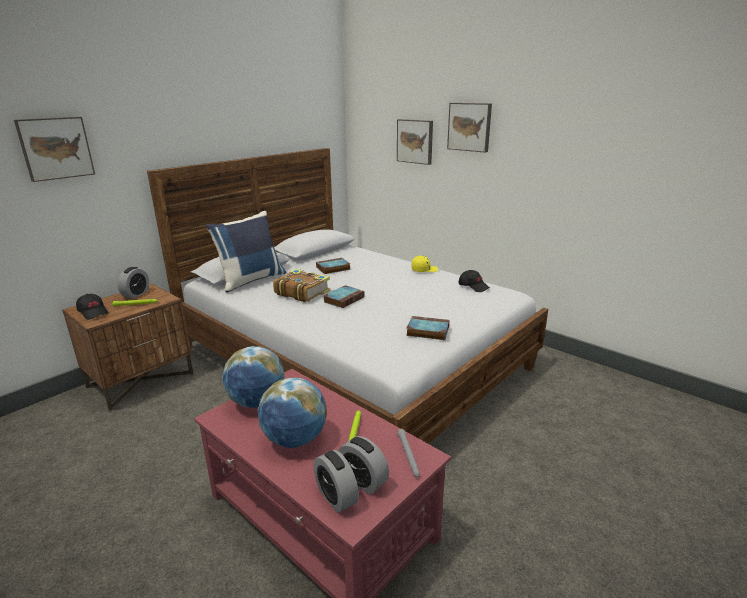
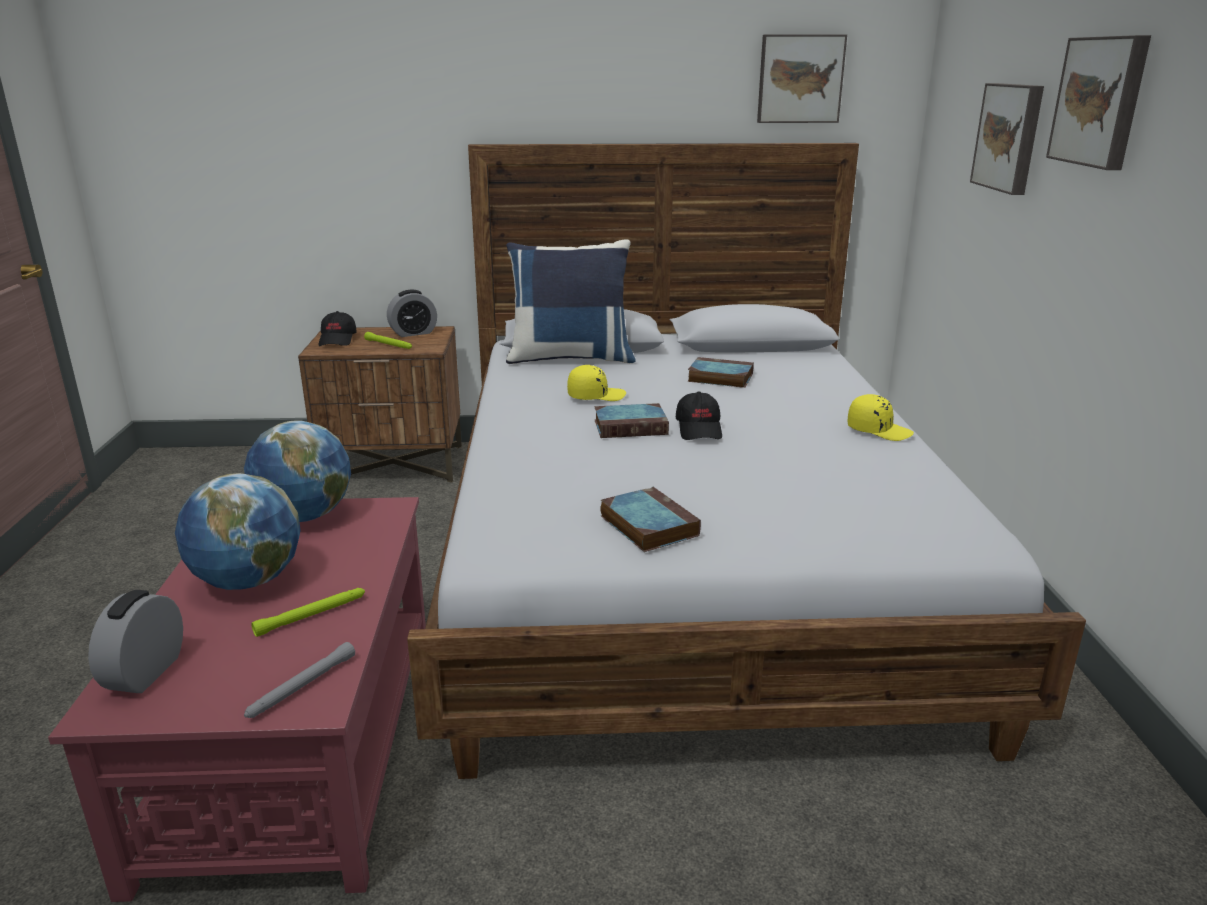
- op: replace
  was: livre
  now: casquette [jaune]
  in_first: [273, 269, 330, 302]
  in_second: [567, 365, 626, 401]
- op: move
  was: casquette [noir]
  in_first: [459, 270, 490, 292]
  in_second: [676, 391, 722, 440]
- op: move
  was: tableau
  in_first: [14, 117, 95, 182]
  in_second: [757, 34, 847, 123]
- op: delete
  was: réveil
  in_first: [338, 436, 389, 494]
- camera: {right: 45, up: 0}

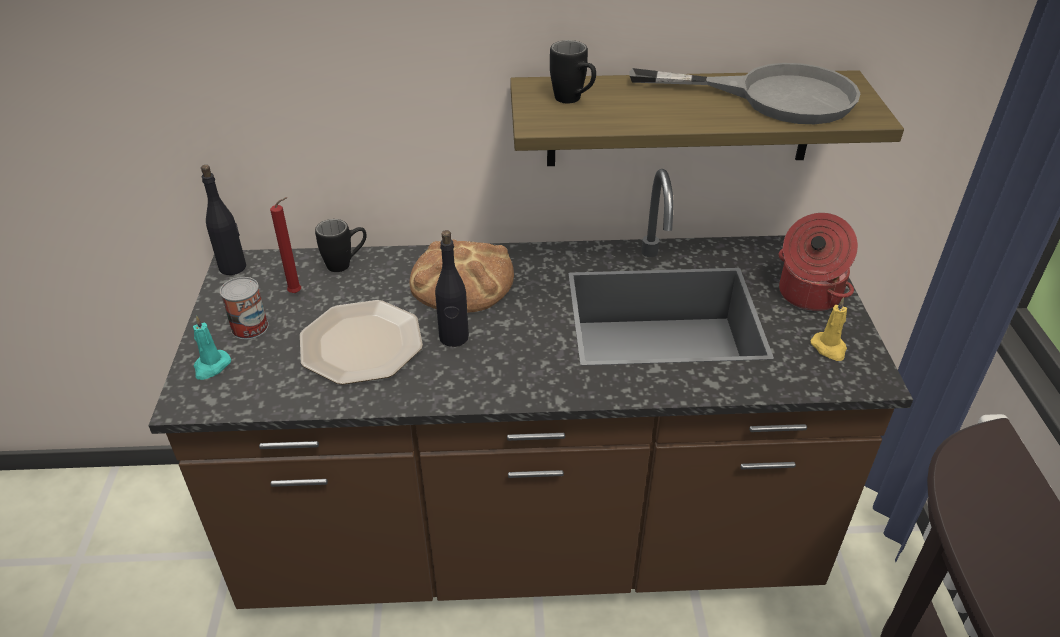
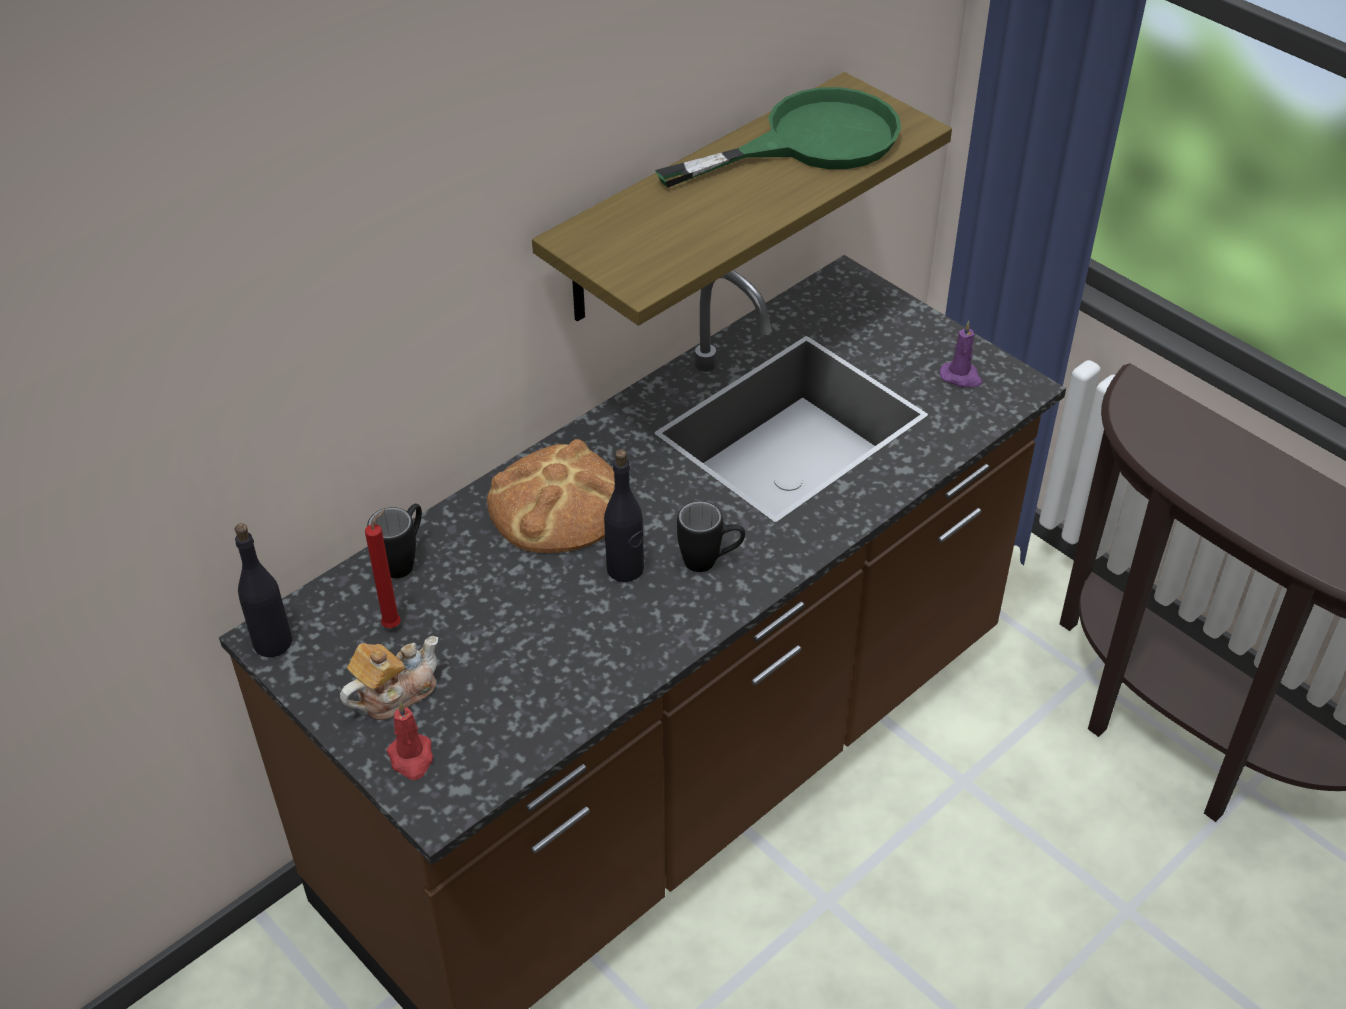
- op: replace
  was: boîte métallique
  now: théière
  in_first: [220, 277, 269, 340]
  in_second: [340, 636, 438, 720]
- op: recolor
  was: bougie [turquoise]
  now: bougie [rouge]
  in_first: [193, 315, 231, 380]
  in_second: [387, 702, 433, 780]
- op: recolor
  was: poêle [gris]
  now: poêle [vert]
  in_first: [629, 63, 861, 124]
  in_second: [655, 87, 901, 188]
- op: move
  was: mug [noir]
  in_first: [550, 40, 596, 104]
  in_second: [677, 501, 745, 572]
- op: recolor
  was: bougie [jaune]
  now: bougie [violet]
  in_first: [811, 297, 847, 361]
  in_second: [939, 321, 983, 388]
- op: delete
  was: assiette
  in_first: [300, 300, 423, 385]
- op: delete
  was: marmite
  in_first: [778, 213, 858, 311]
- camera: {right: -40, up: 5}

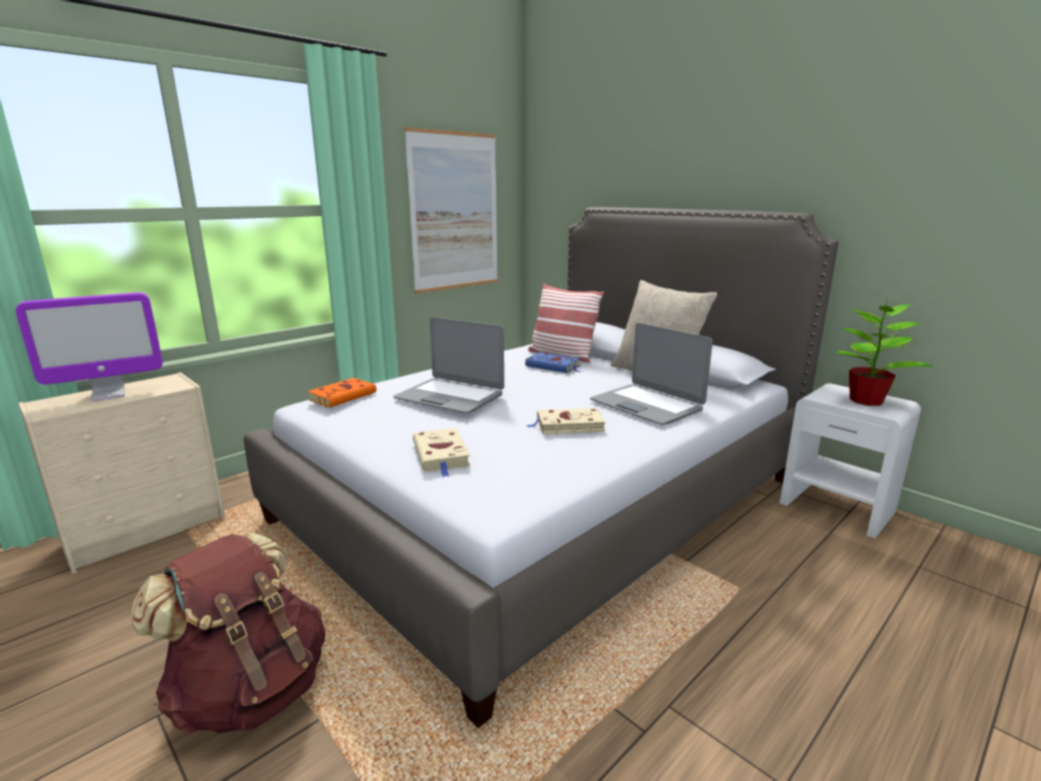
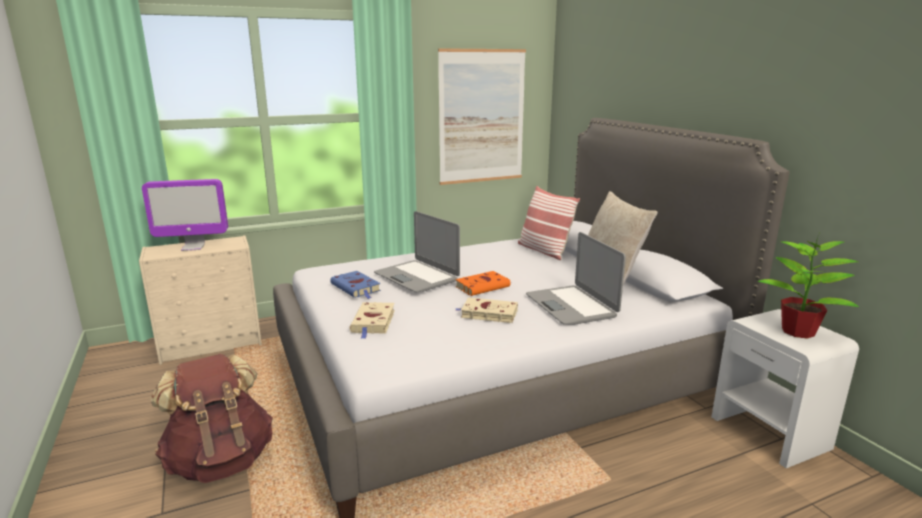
- op: move
  was: livre [bleu]
  in_first: [525, 352, 582, 373]
  in_second: [330, 271, 381, 299]
- op: move
  was: livre [orange]
  in_first: [307, 378, 376, 408]
  in_second: [455, 271, 511, 296]
- camera: {right: 20, up: 0}

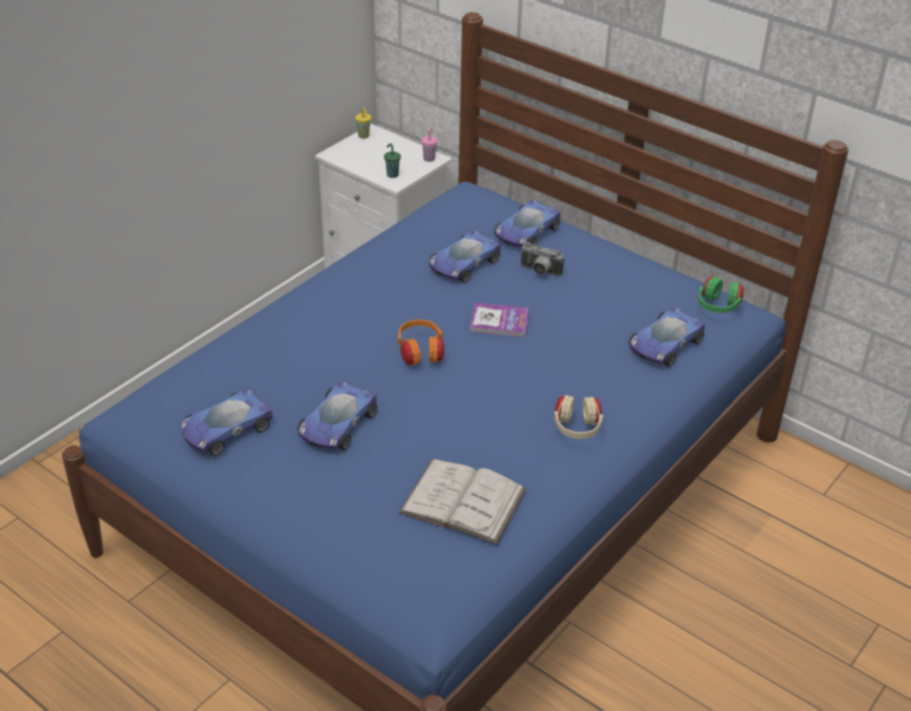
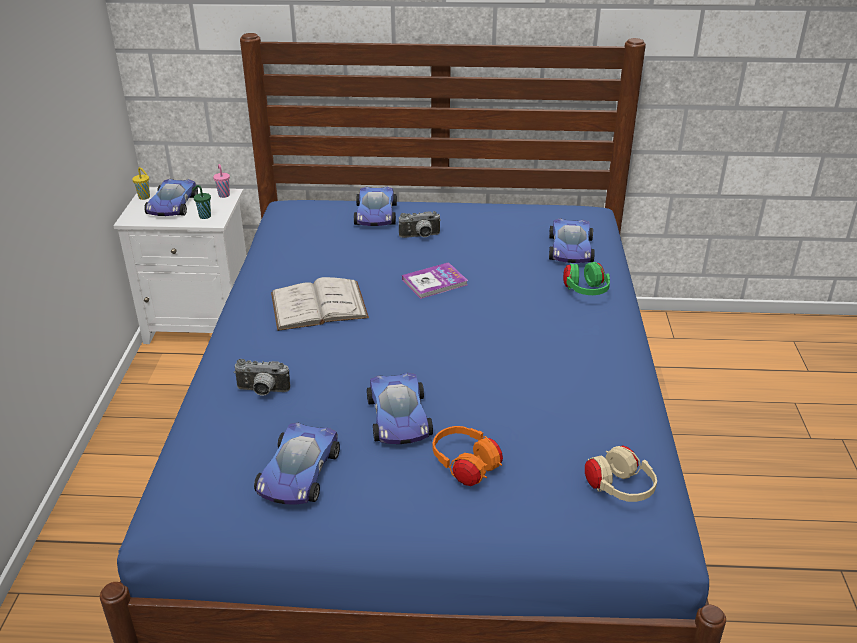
- op: move
  was: petite voiture
  in_first: [429, 231, 501, 283]
  in_second: [144, 179, 198, 216]
- op: insert
  now: appareil photo
  in_second: [234, 359, 290, 396]
- op: move
  was: livre [blanc]
  in_first: [399, 459, 526, 544]
  in_second: [271, 277, 369, 331]
- op: move
  was: casque audio [orange]
  in_first: [398, 320, 444, 365]
  in_second: [432, 426, 503, 486]
- op: move
  was: casque audio [vert]
  in_first: [698, 276, 744, 313]
  in_second: [563, 262, 610, 295]
- op: move
  was: casque audio [beige]
  in_first: [554, 395, 603, 439]
  in_second: [585, 446, 657, 502]
- camera: {right: -35, up: -5}

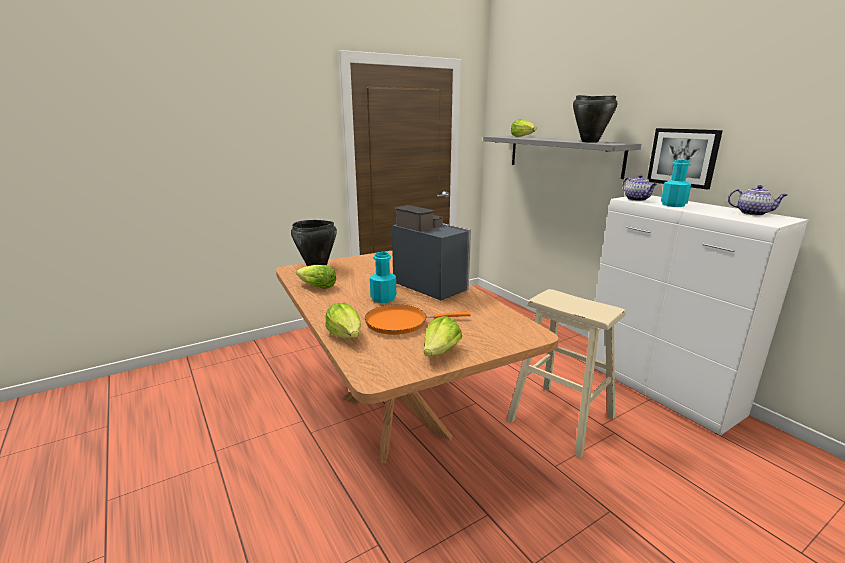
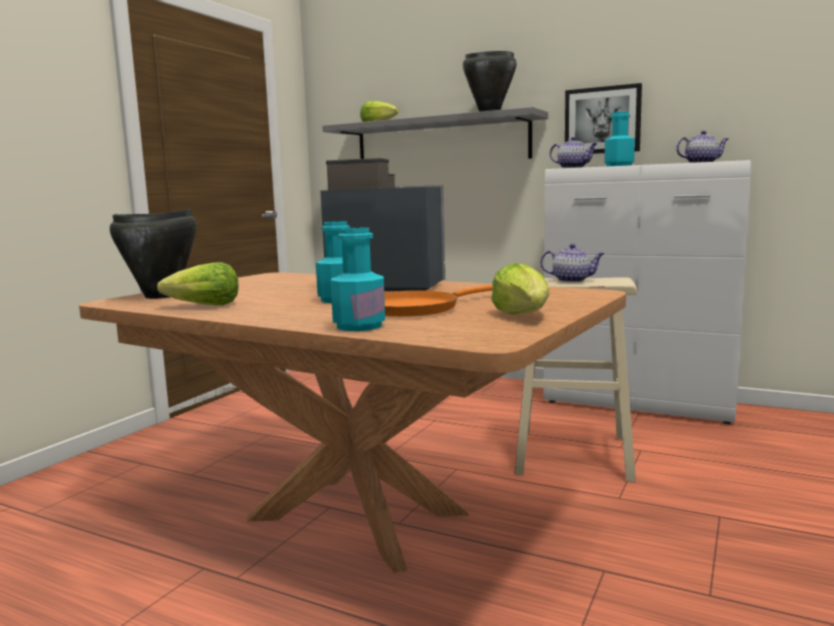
- op: replace
  was: laitue
  now: bouteille [turquoise]
  in_first: [325, 303, 361, 339]
  in_second: [331, 228, 385, 331]
- op: insert
  now: théière
  in_second: [540, 244, 604, 282]
- camera: {right: -30, up: -10}

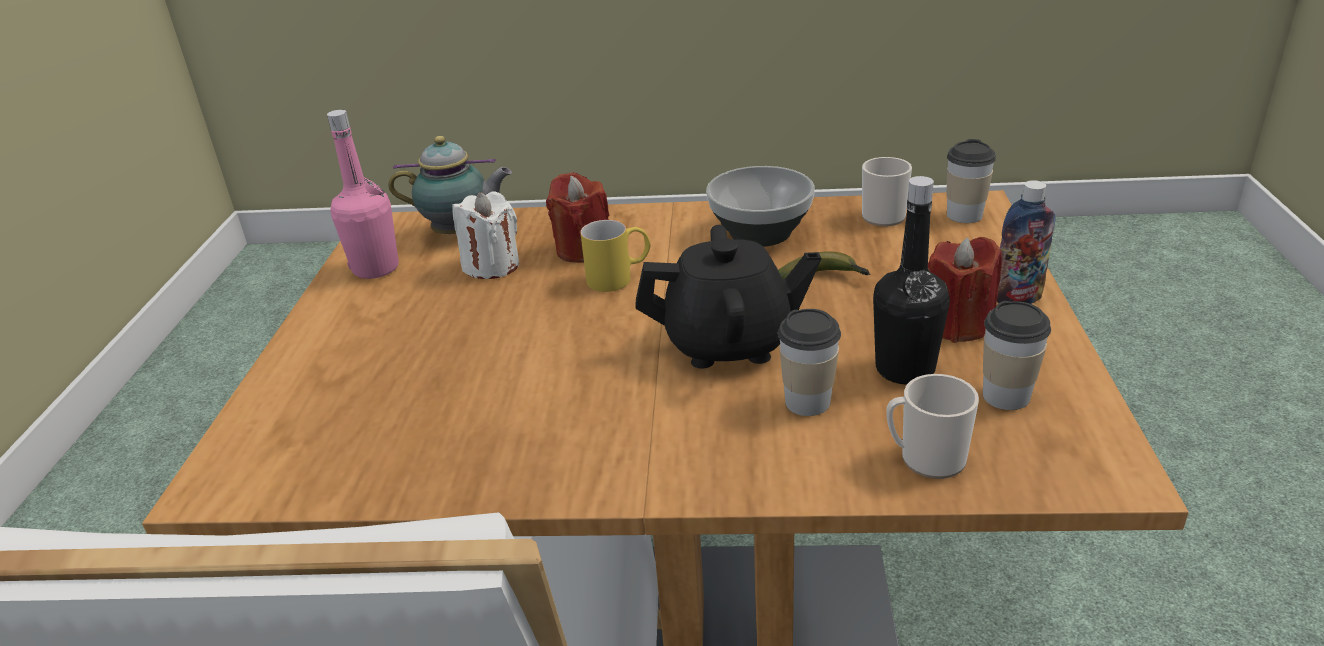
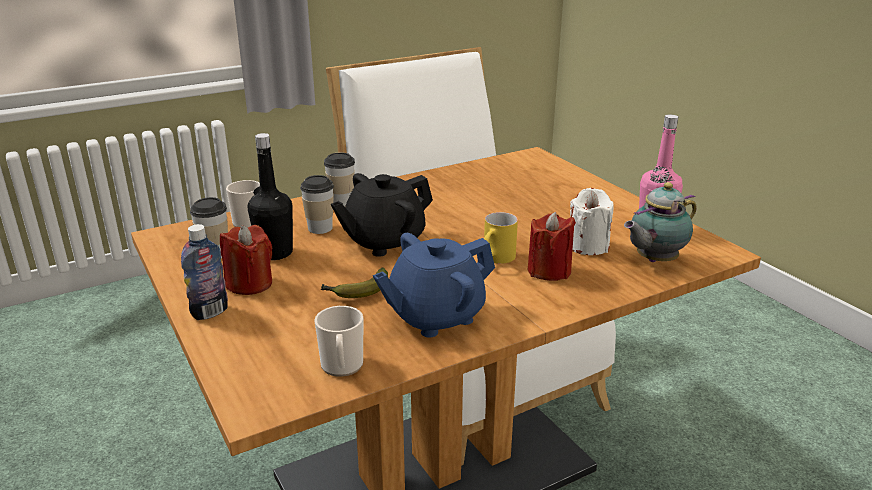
- op: move
  was: tasse
  in_first: [946, 139, 996, 223]
  in_second: [324, 153, 355, 207]
- op: replace
  was: bol
  now: théière [bleu]
  in_first: [706, 166, 815, 247]
  in_second: [373, 233, 495, 337]
- camera: {right: 145, up: -5}

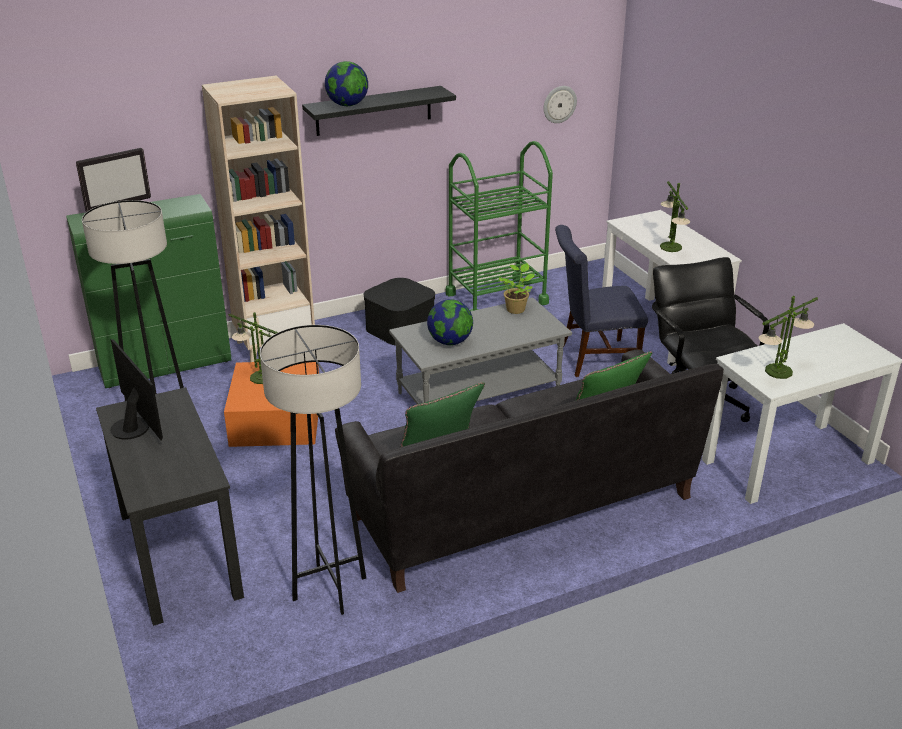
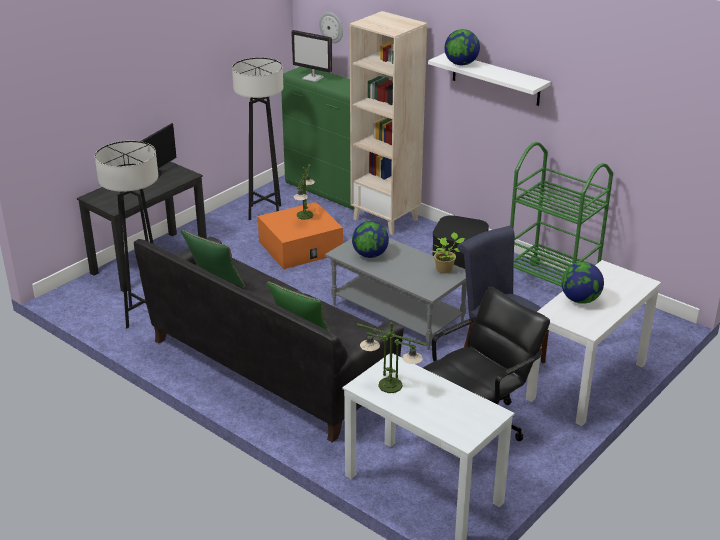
- op: move
  was: horloge murale
  in_first: [544, 86, 577, 123]
  in_second: [319, 12, 343, 43]
- op: recolor
  was: étagère [noir]
  now: étagère [blanc]
  in_first: [302, 86, 456, 136]
  in_second: [428, 53, 551, 106]
- op: replace
  was: lampe de table
  now: globe
  in_first: [660, 181, 690, 252]
  in_second: [561, 262, 604, 304]
- camera: {right: 65, up: 0}

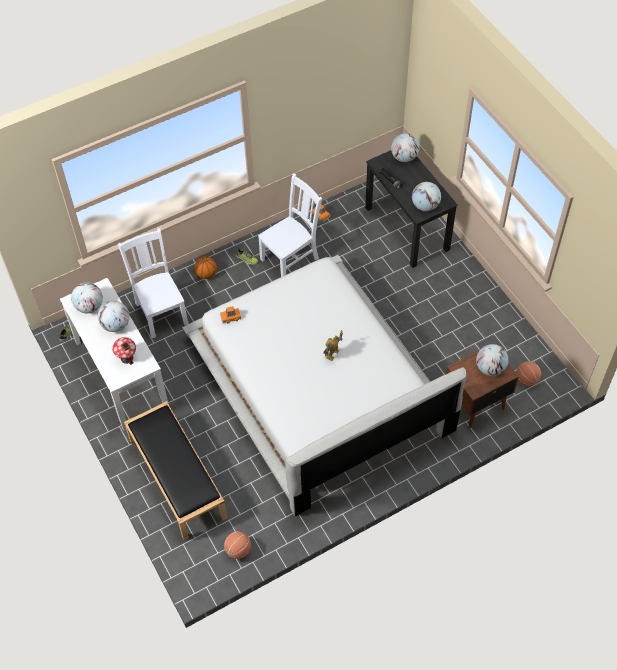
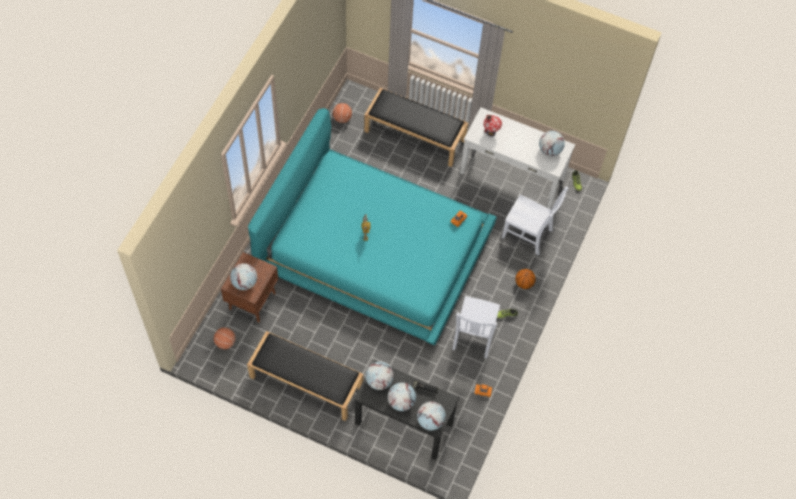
- op: insert
  now: banc [noir]
  in_second: [247, 331, 363, 421]
- op: recolor
  was: lit [blanc]
  now: lit [turquoise]
  in_first: [182, 254, 466, 516]
  in_second: [248, 108, 497, 346]
- op: move
  was: globe
  in_first: [98, 301, 130, 332]
  in_second: [388, 382, 416, 411]
- camera: {right: 140, up: 5}

